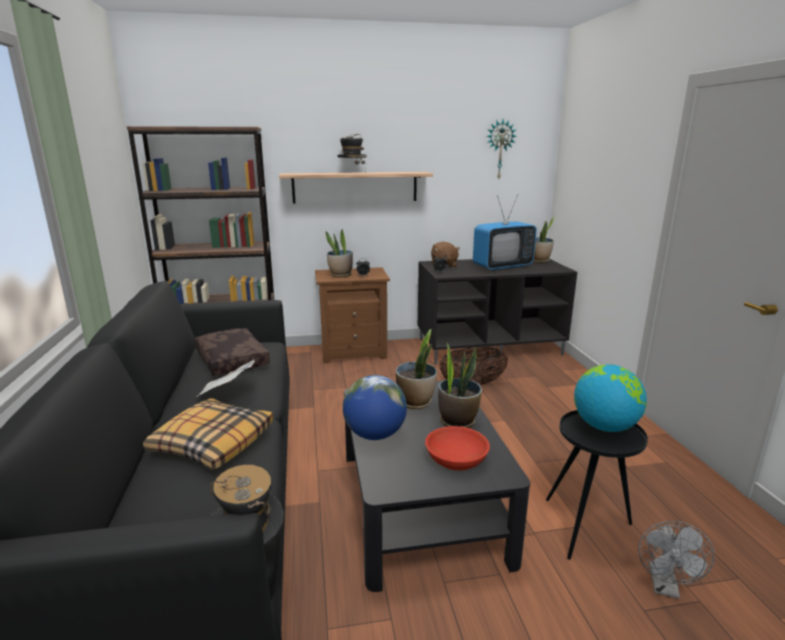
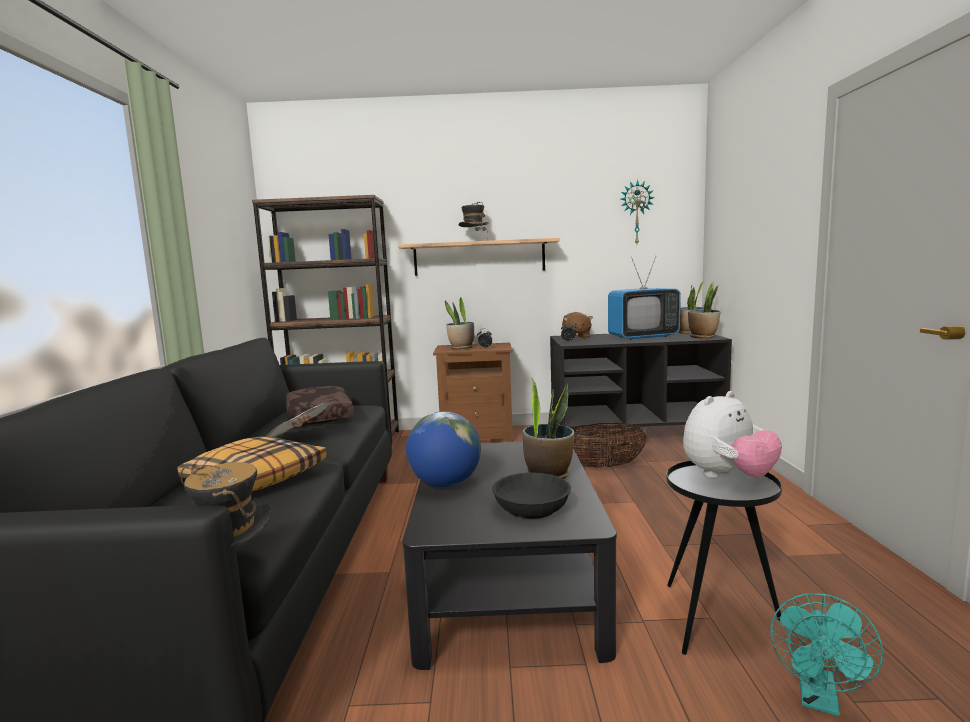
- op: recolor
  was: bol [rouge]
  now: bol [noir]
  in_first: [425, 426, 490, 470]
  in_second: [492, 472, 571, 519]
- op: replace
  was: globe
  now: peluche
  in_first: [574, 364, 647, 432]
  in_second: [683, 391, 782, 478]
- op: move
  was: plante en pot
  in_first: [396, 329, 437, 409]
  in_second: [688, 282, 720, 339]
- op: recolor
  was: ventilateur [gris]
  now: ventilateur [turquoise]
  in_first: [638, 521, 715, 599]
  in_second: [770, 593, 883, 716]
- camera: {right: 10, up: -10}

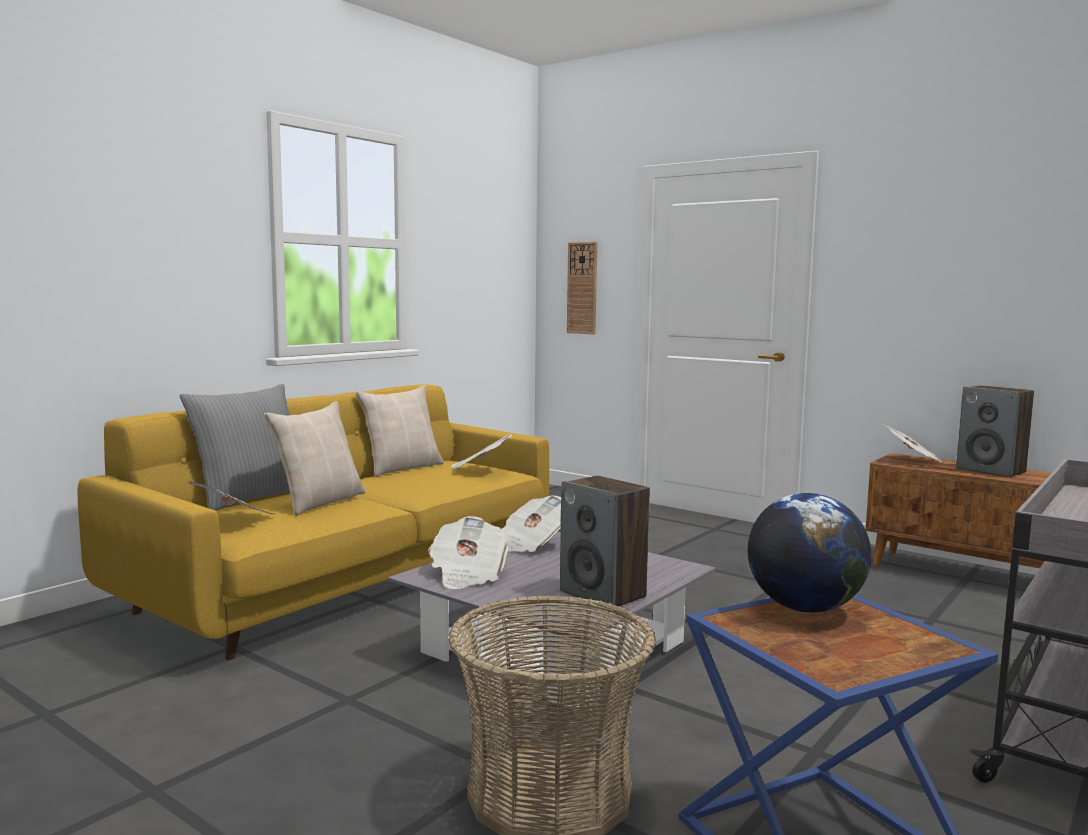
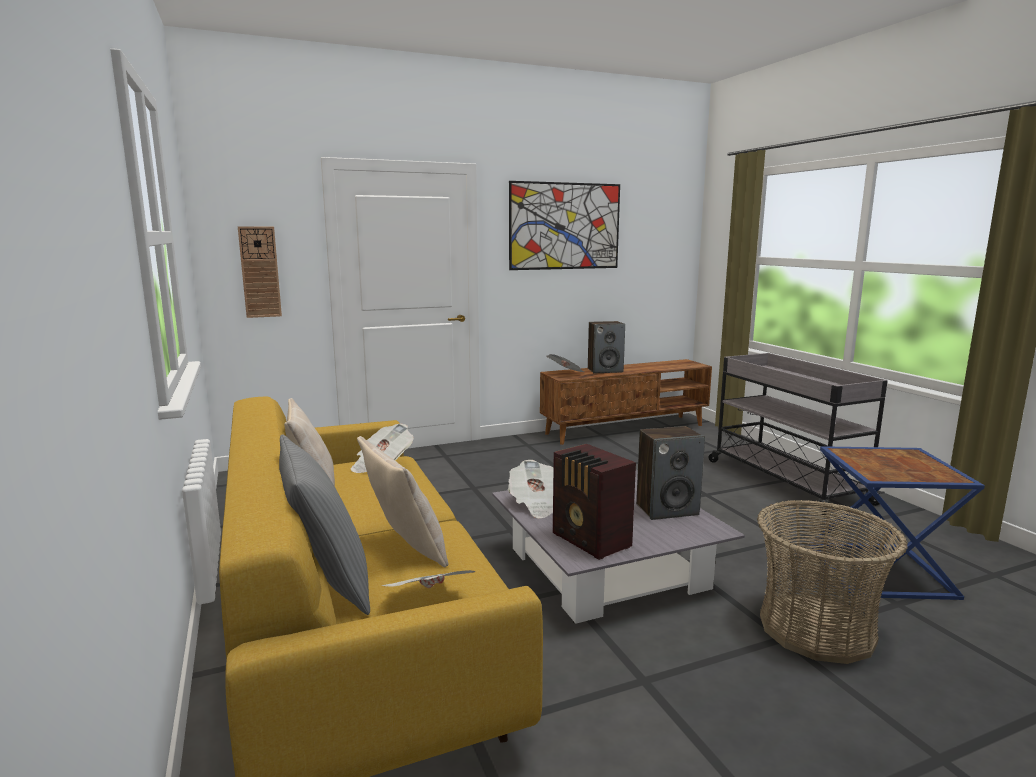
- op: insert
  now: tableau
  in_second: [509, 181, 620, 270]
- op: replace
  was: journal
  now: radio
  in_first: [428, 516, 511, 589]
  in_second: [553, 444, 636, 560]
- op: delete
  was: globe
  in_first: [748, 493, 871, 613]
- camera: {right: -60, up: 5}

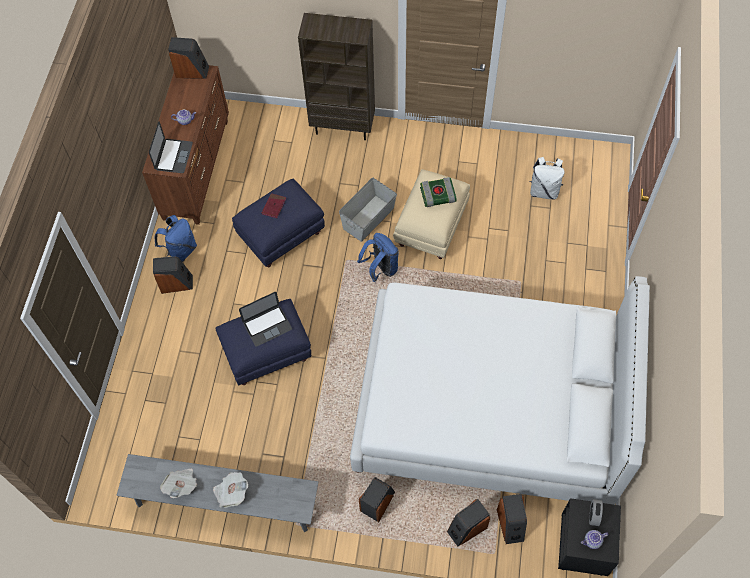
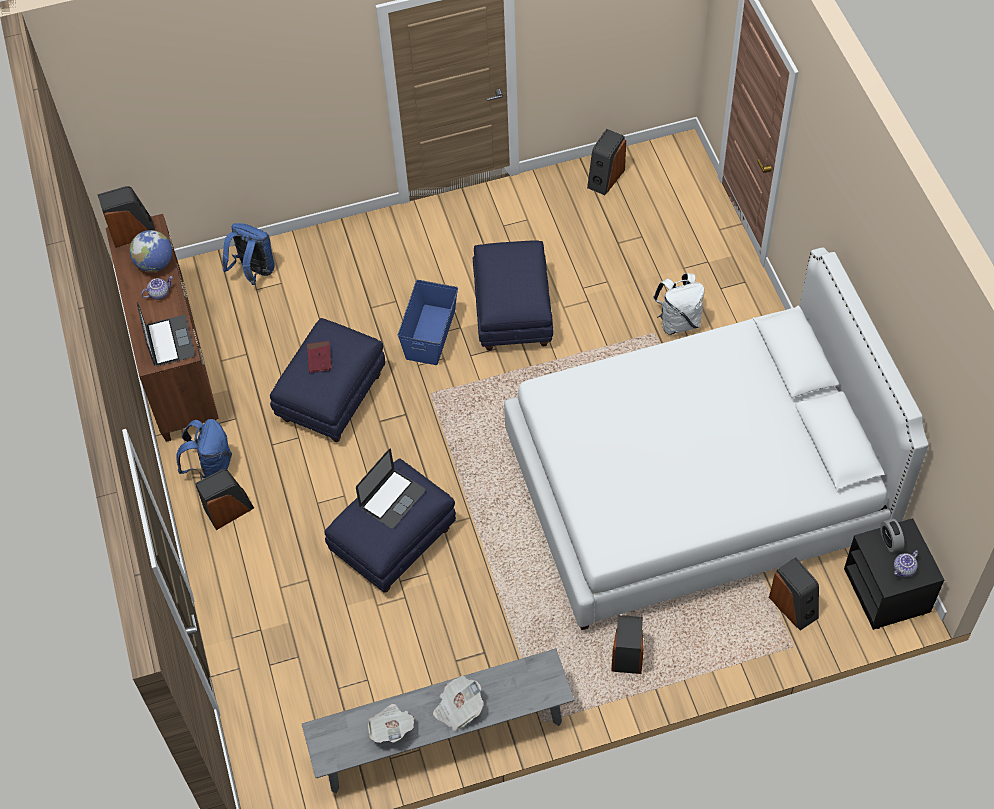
- op: insert
  now: globe
  in_second: [129, 230, 172, 272]
- op: move
  was: sac à dos [bleu]
  in_first: [357, 233, 399, 282]
  in_second: [222, 223, 275, 285]
- op: recolor
  was: boîte de rangement [gris]
  now: boîte de rangement [bleu]
  in_first: [339, 178, 397, 242]
  in_second: [398, 280, 458, 365]
- op: recolor
  was: pouf [beige]
  now: pouf [bleu]
  in_first: [393, 169, 470, 259]
  in_second: [473, 240, 553, 351]
- op: move
  was: enceinte
  in_first: [447, 499, 490, 547]
  in_second: [587, 129, 626, 195]
- op: move
  was: sac à dos [blanc]
  in_first: [529, 157, 565, 200]
  in_second: [653, 273, 704, 335]
- op: delete
  was: bibliothèque [marron]
  in_first: [298, 13, 375, 140]
- op: delete
  was: livre
  in_first: [420, 177, 457, 207]
- camera: {right: -25, up: -5}

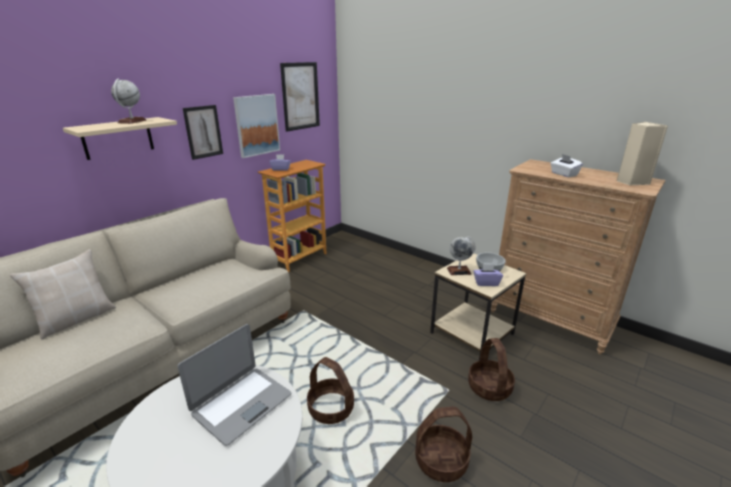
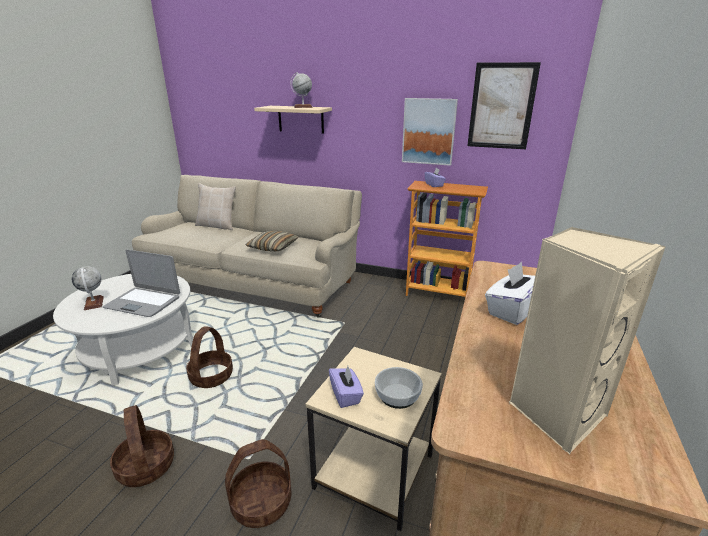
- op: move
  was: globe
  in_first: [447, 236, 475, 275]
  in_second: [72, 266, 104, 310]
- op: insert
  now: coussin
  in_second: [245, 231, 299, 252]
- op: delete
  was: tableau
  in_first: [183, 105, 223, 160]
- camera: {right: 70, up: 0}

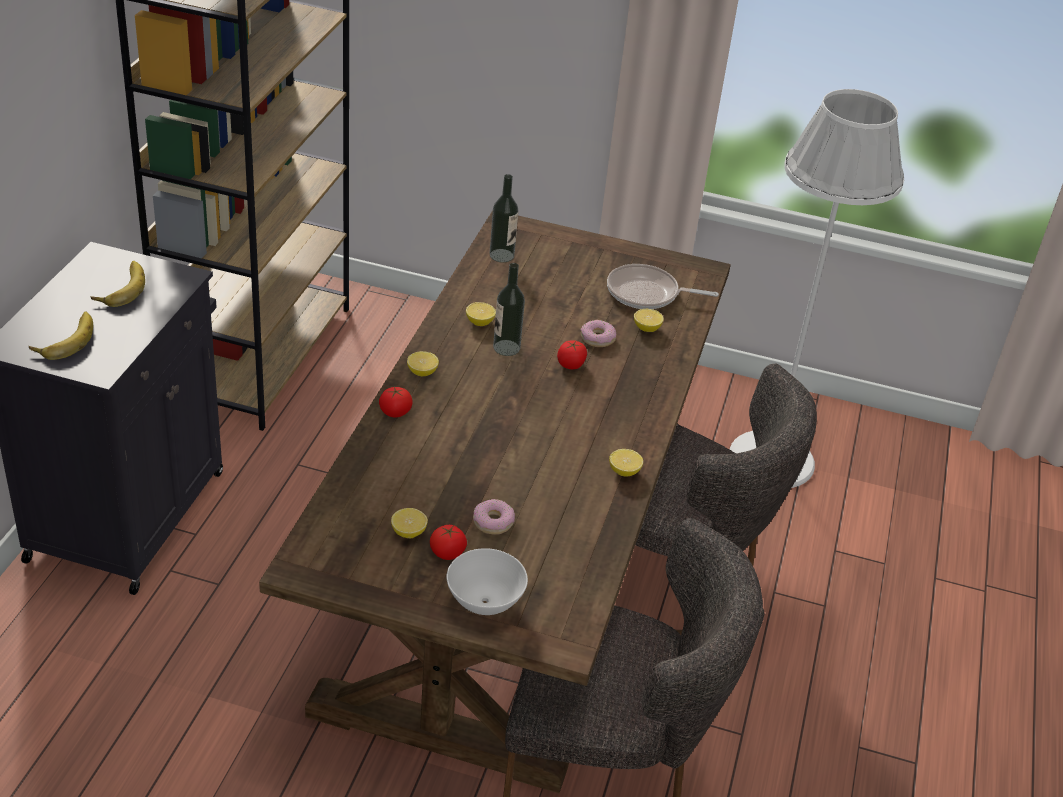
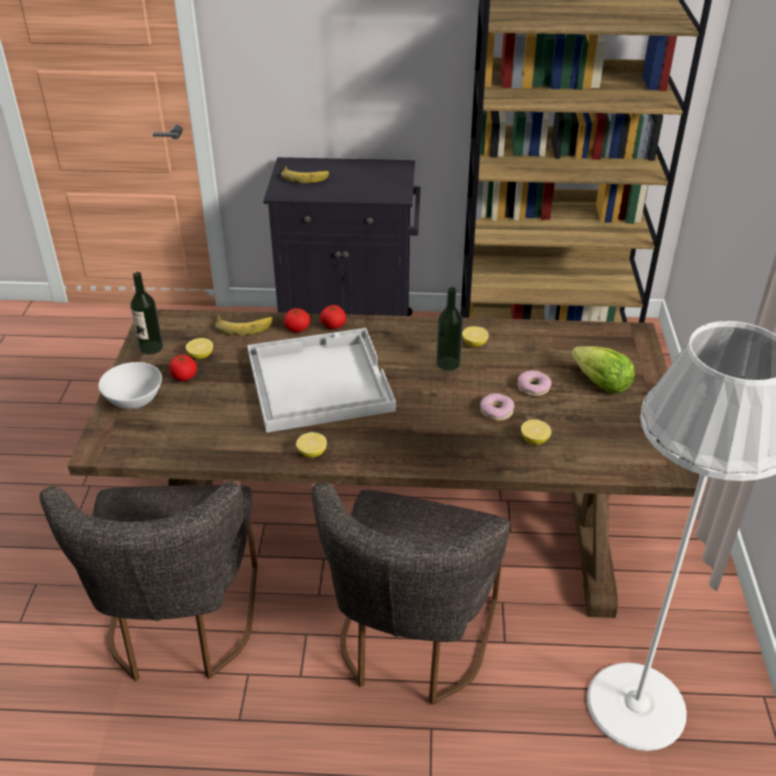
- op: move
  was: bouteille
  in_first: [489, 174, 518, 263]
  in_second: [130, 272, 163, 354]
- op: move
  was: banane
  in_first: [90, 261, 145, 307]
  in_second: [215, 314, 273, 336]
- op: insert
  now: plateau [blanc]
  in_second: [247, 328, 396, 433]
- op: move
  was: tomate
  in_first: [557, 340, 587, 369]
  in_second: [284, 308, 310, 333]
- op: move
  was: beignet
  in_first: [473, 499, 515, 535]
  in_second: [518, 370, 552, 396]
- op: insert
  now: laitue
  in_second: [571, 346, 635, 393]
- op: delete
  was: citron
  in_first: [407, 351, 439, 376]
- op: delete
  was: poêle
  in_first: [607, 264, 719, 309]
- camera: {right: 80, up: 0}

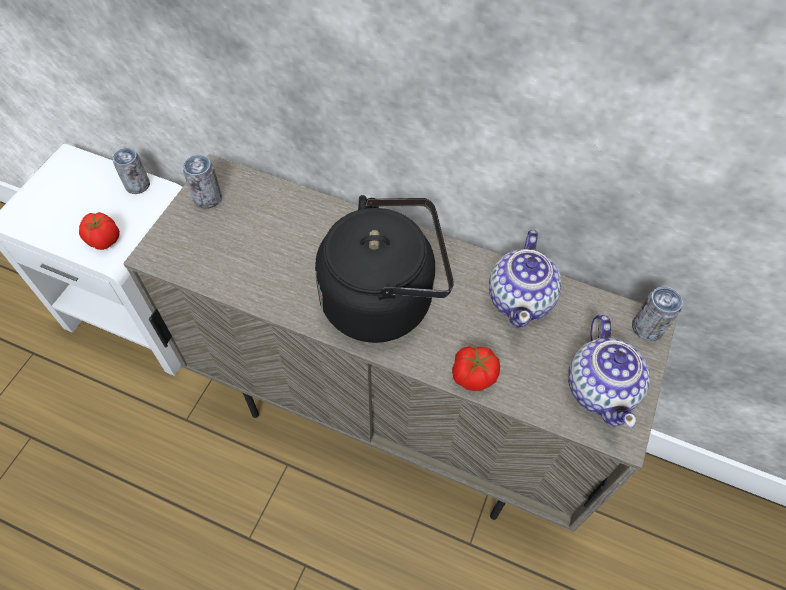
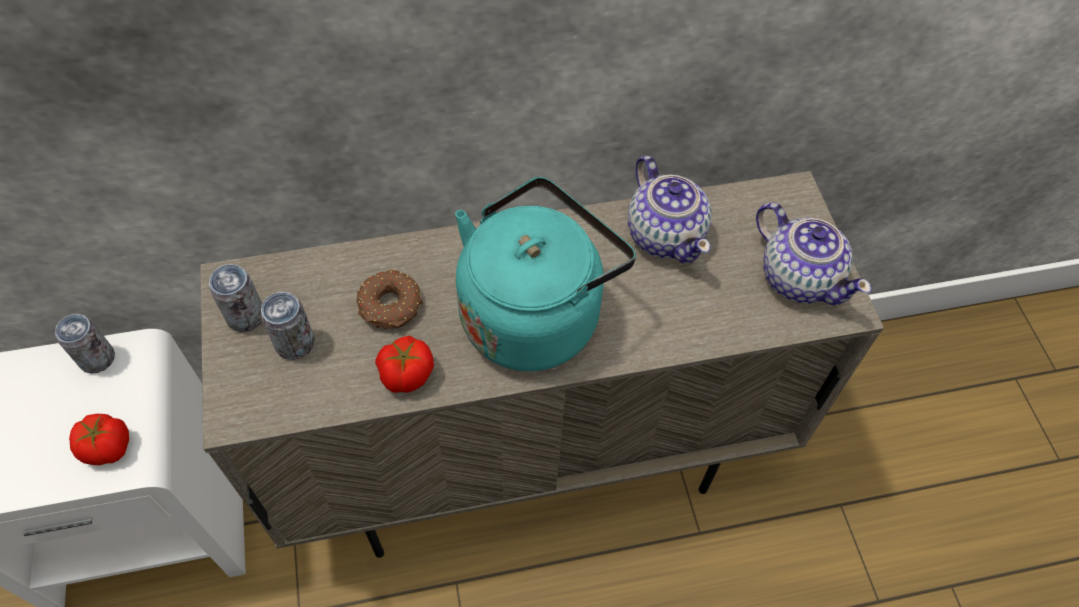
- op: move
  was: boîte métallique
  in_first: [632, 286, 683, 341]
  in_second: [261, 292, 315, 360]
- op: insert
  now: beignet
  in_second: [357, 269, 423, 329]
- op: move
  was: tomate
  in_first: [452, 346, 500, 391]
  in_second: [375, 336, 434, 393]
- op: recolor
  was: bouilloire [noir]
  now: bouilloire [turquoise]
  in_first: [315, 195, 454, 343]
  in_second: [455, 177, 636, 371]
- camera: {right: -35, up: 0}

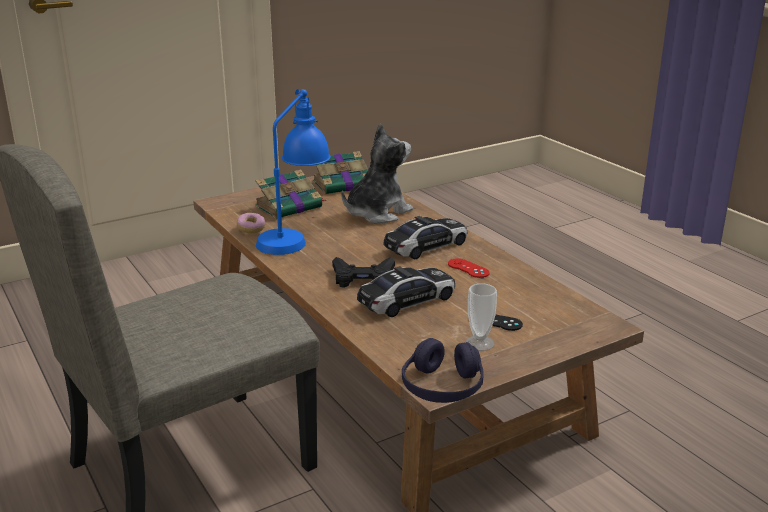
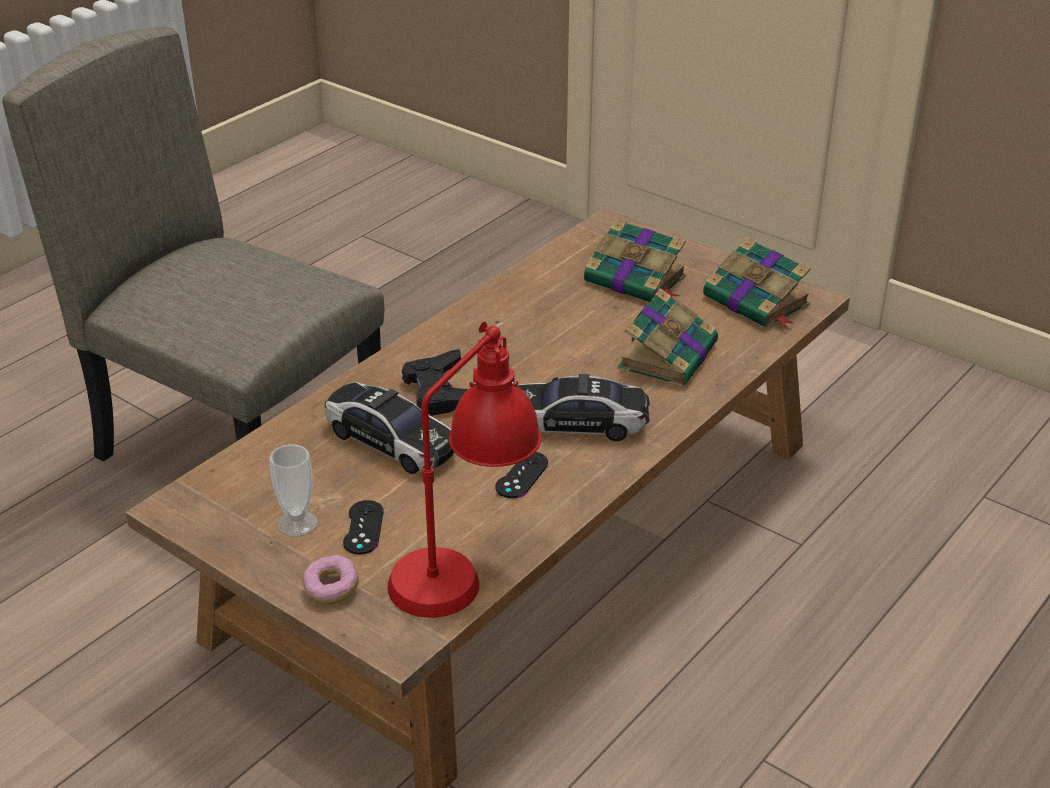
- op: move
  was: beignet
  in_first: [237, 213, 265, 233]
  in_second: [302, 555, 359, 605]
- op: insert
  now: lampe de table [rouge]
  in_second: [387, 322, 542, 618]
- op: recolor
  was: manette [rouge]
  now: manette [noir]
  in_first: [448, 258, 490, 278]
  in_second: [495, 452, 548, 498]
- op: rotate
  was: petite voiture
  in_first: [383, 216, 467, 259]
  in_second: [518, 374, 650, 441]
  clockwise: 150
- op: replace
  was: peluche
  now: livre
  in_first: [341, 124, 413, 224]
  in_second: [617, 288, 718, 386]
- op: delete
  was: lampe de table [bleu]
  in_first: [256, 89, 331, 255]
- op: delete
  was: casque audio [violet]
  in_first: [402, 338, 484, 403]
- camera: {right: 70, up: 10}

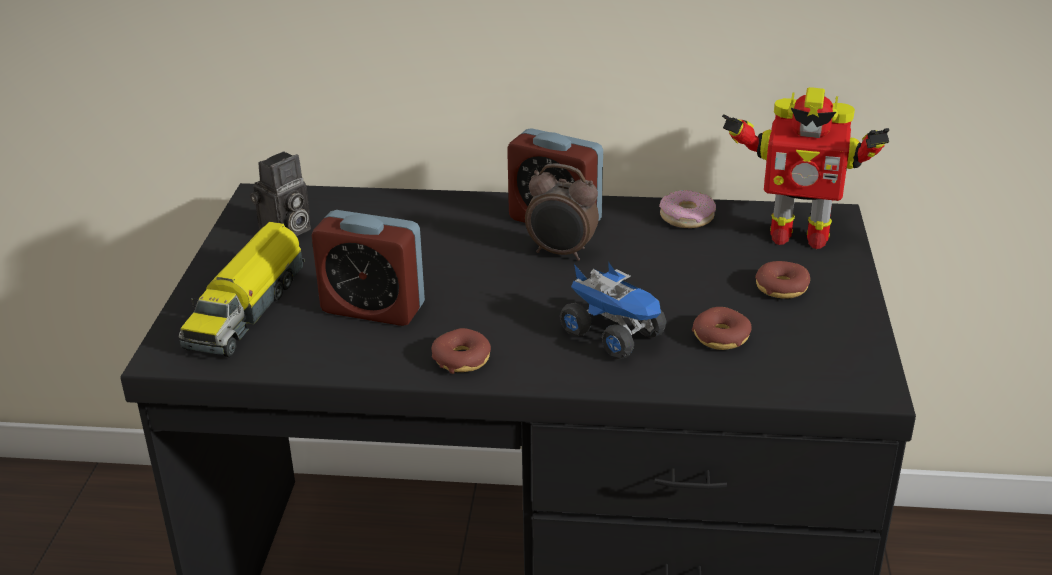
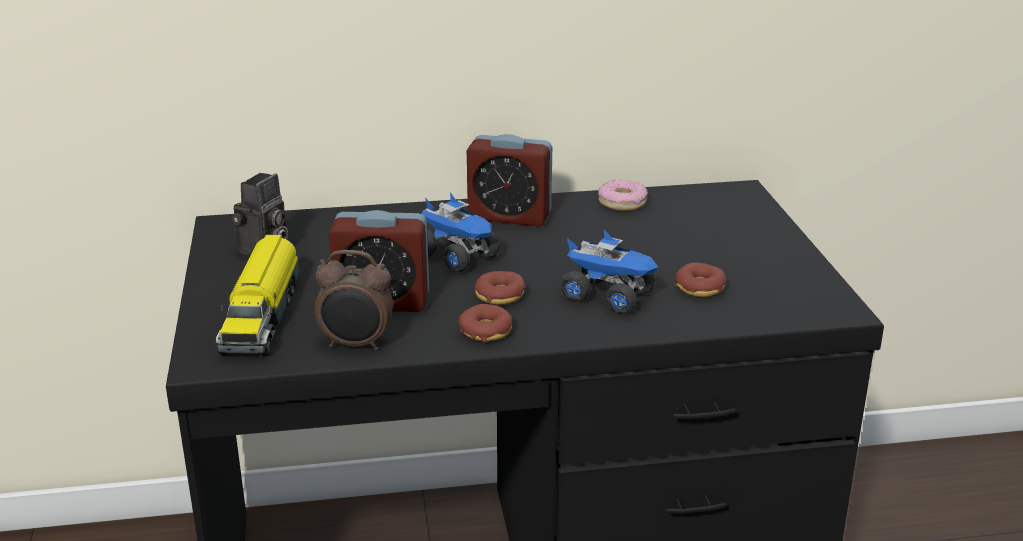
- op: move
  was: réveil
  in_first: [525, 163, 599, 261]
  in_second: [314, 250, 393, 350]
- op: insert
  now: camion jouet
  in_second: [422, 192, 500, 273]
- op: move
  was: beignet
  in_first: [755, 261, 810, 299]
  in_second: [474, 271, 525, 305]
- op: delete
  was: robot jouet
  in_first: [722, 87, 889, 249]
- camera: {right: -15, up: -5}

